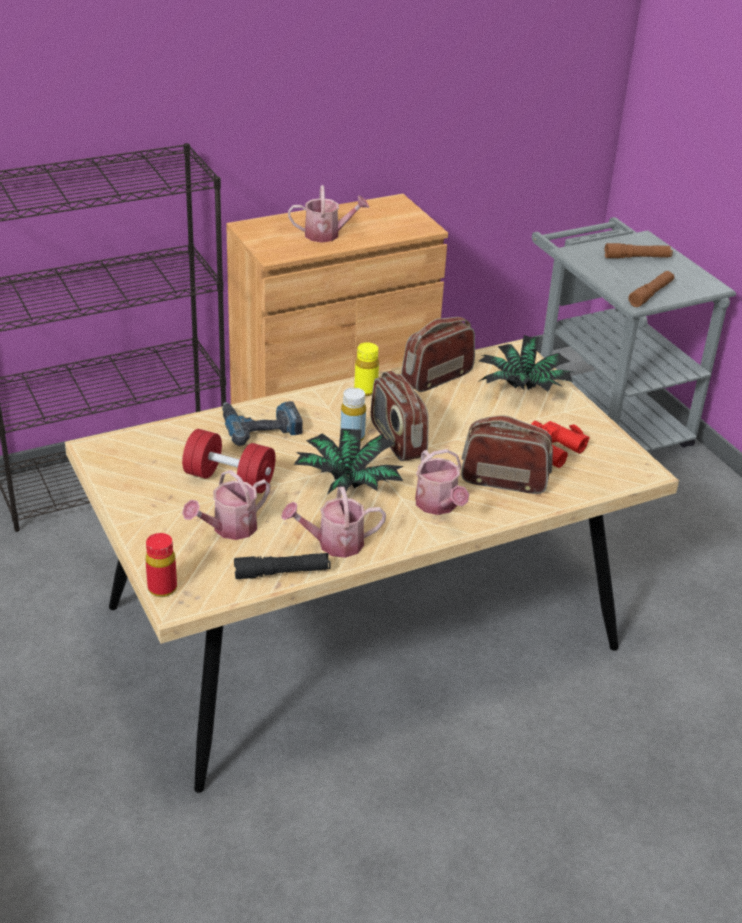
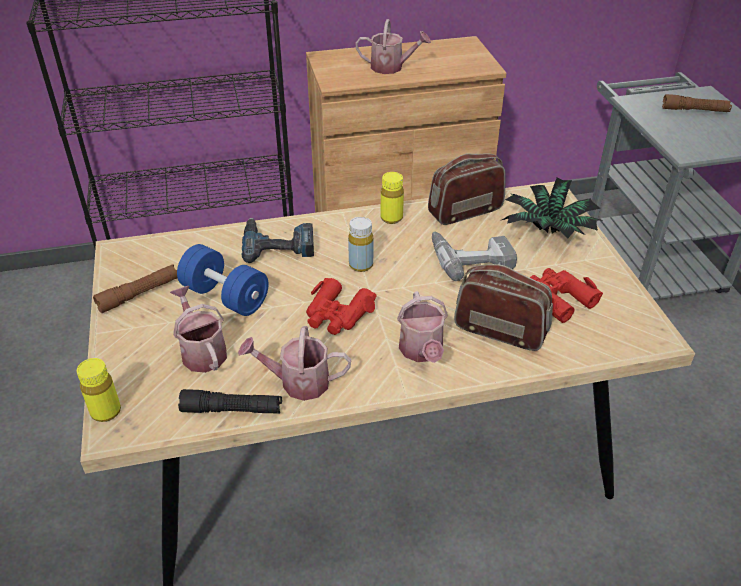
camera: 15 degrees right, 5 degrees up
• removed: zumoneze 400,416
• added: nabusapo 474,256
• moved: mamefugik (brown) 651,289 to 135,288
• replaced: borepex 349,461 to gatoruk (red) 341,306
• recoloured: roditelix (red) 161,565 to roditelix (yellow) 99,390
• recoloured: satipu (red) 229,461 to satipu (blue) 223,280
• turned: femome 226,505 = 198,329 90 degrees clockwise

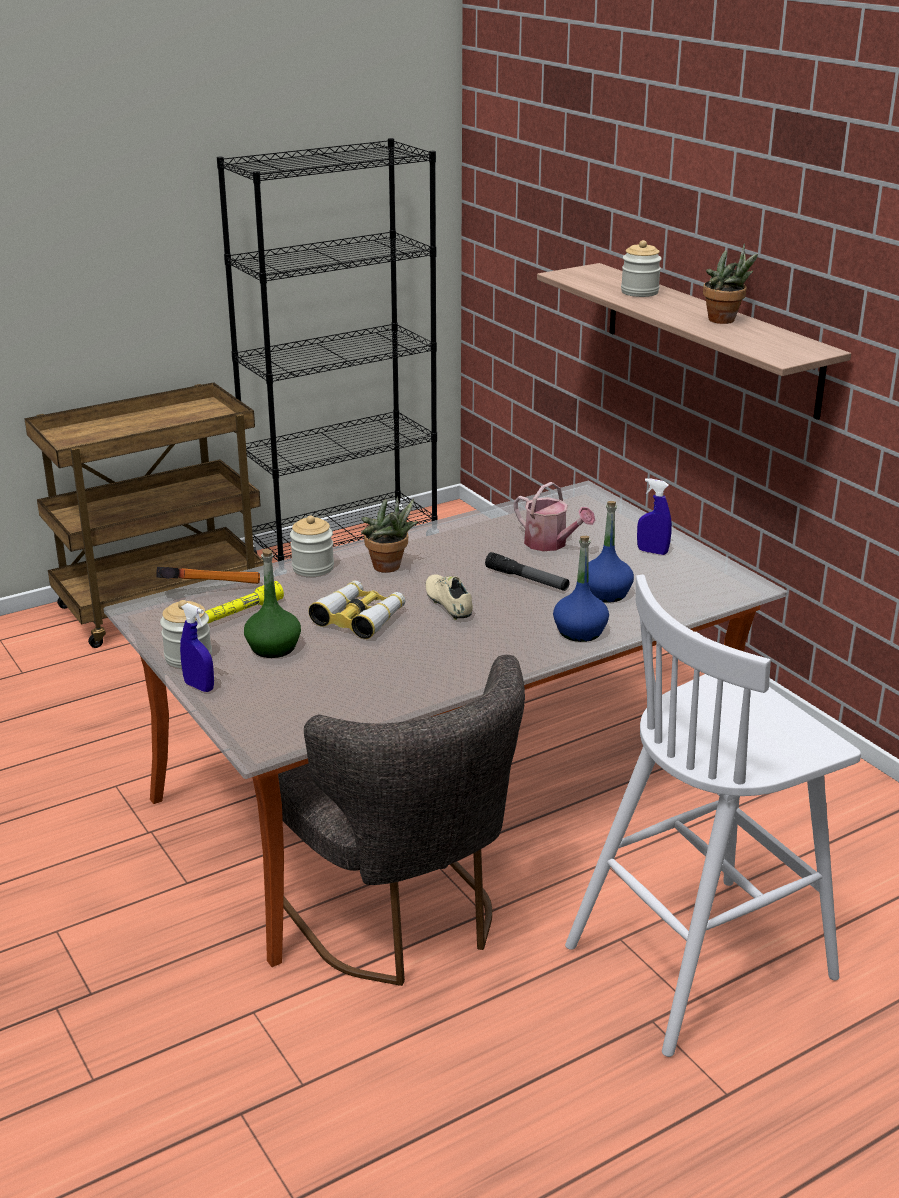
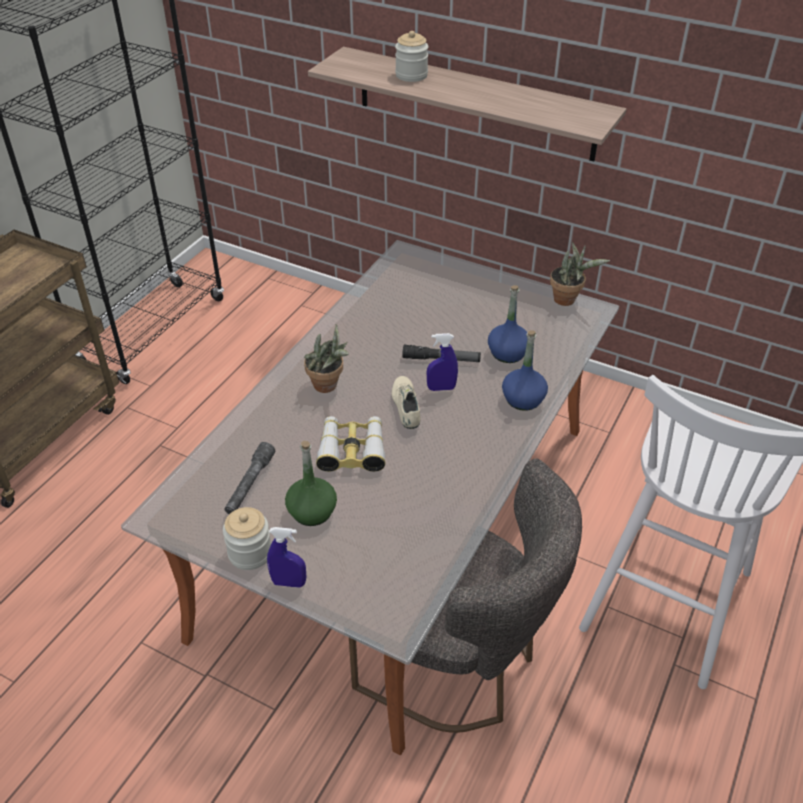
camera: 30 degrees left, 15 degrees up
• removed: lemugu 208,575
• removed: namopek 312,546
• removed: femome 554,516
• moved: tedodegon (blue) 654,516 to 442,362
• moved: borepex 730,283 to 580,274
• recoloured: mamefugik (yellow) 244,602 to mamefugik (grey) 249,478
• turned: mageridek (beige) 449,597 = 406,402 45 degrees clockwise

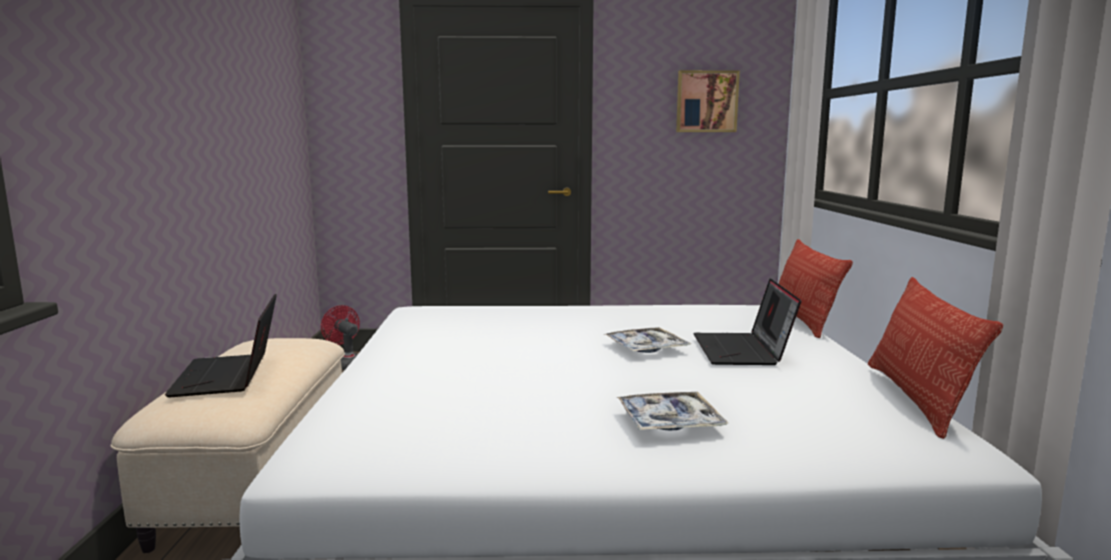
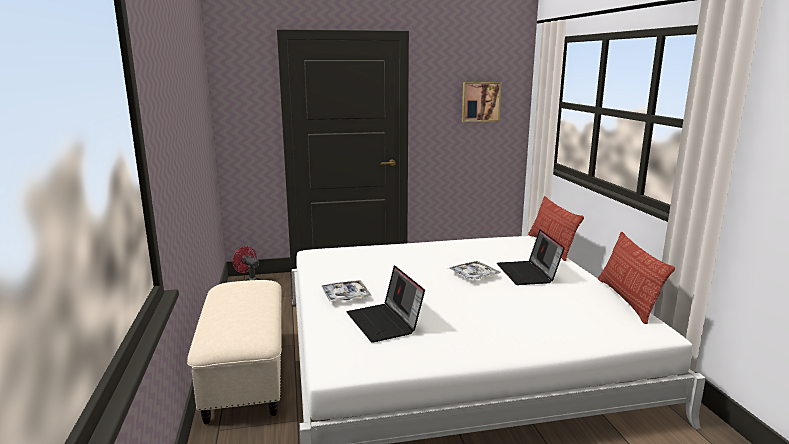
camera: 10 degrees left, 5 degrees up
• moved: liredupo 221,345 to 386,304
• moved: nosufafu 673,411 to 346,291

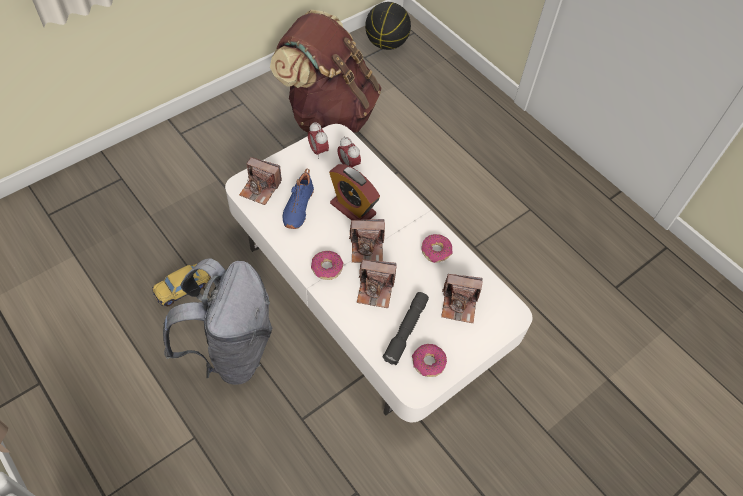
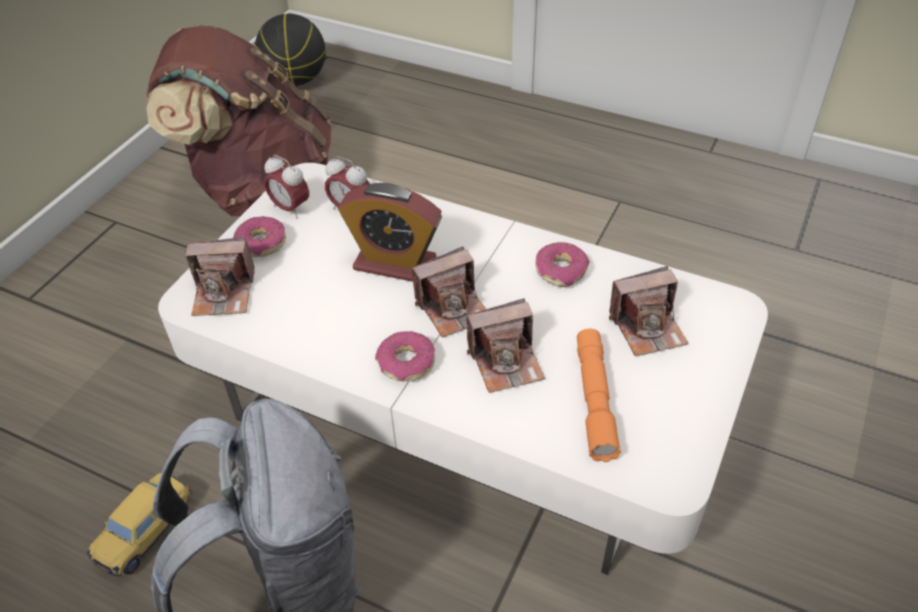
camera: 20 degrees left, 10 degrees down
• removed: mageridek (blue) 298,199
• moved: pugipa 429,360 to 259,236
• recoloured: mamefugik (grey) 406,328 to mamefugik (orange) 599,395

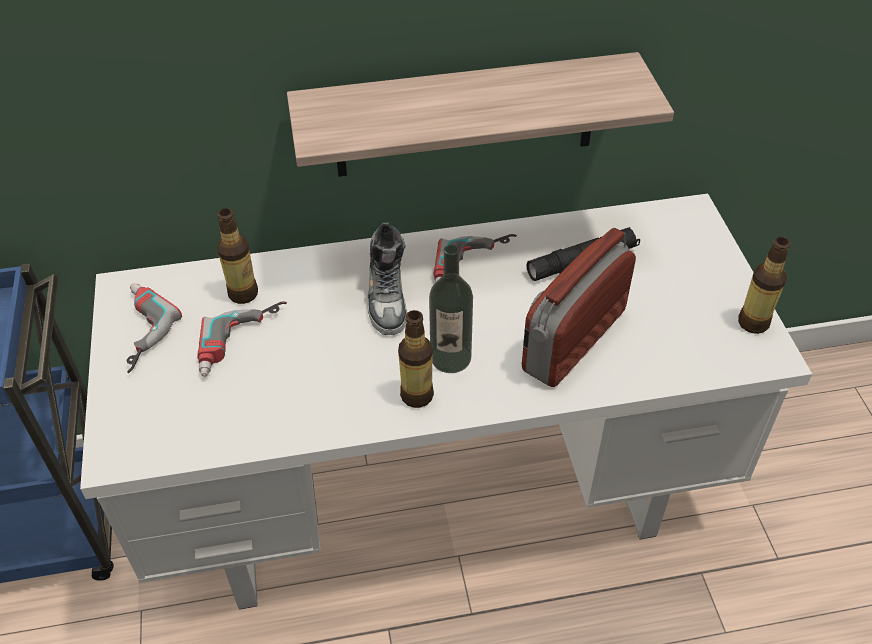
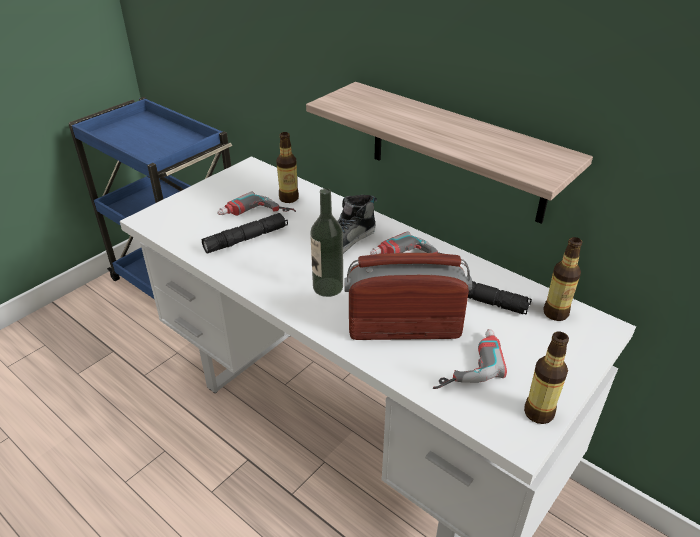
camera: 50 degrees right, 10 degrees down
• added: mamefugik (black) 245,233
• moved: nabusapo 154,328 to 470,359
• moved: roditelix 416,359 to 562,279

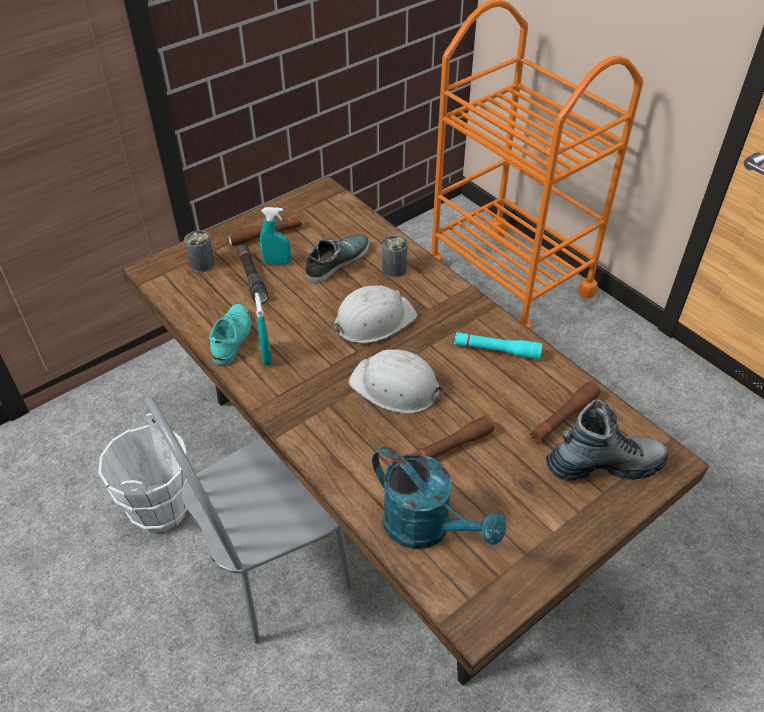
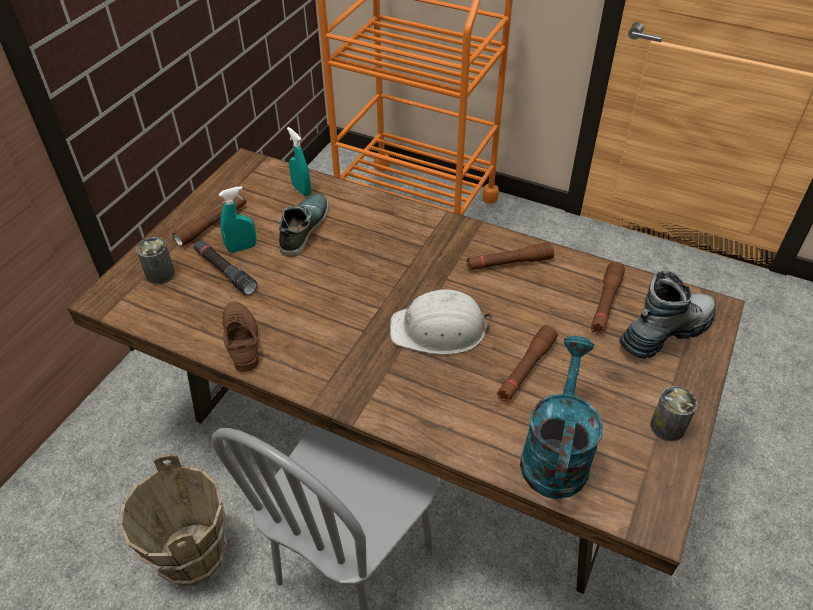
camera: 25 degrees left, 0 degrees up
• removed: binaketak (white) 375,314
• moved: tedodegon (turquoise) 263,329 to 299,161
• moved: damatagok 395,256 to 673,414
• recoloured: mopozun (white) 142,473 to mopozun (brown) 173,520
• recoloured: mageridek (turquoise) 230,334 to mageridek (brown) 240,337
• recoloured: mamefugik (turquoise) 498,345 to mamefugik (brown) 510,256
• turned: femome (turquoise) 439,497 = 561,417 90 degrees counterclockwise

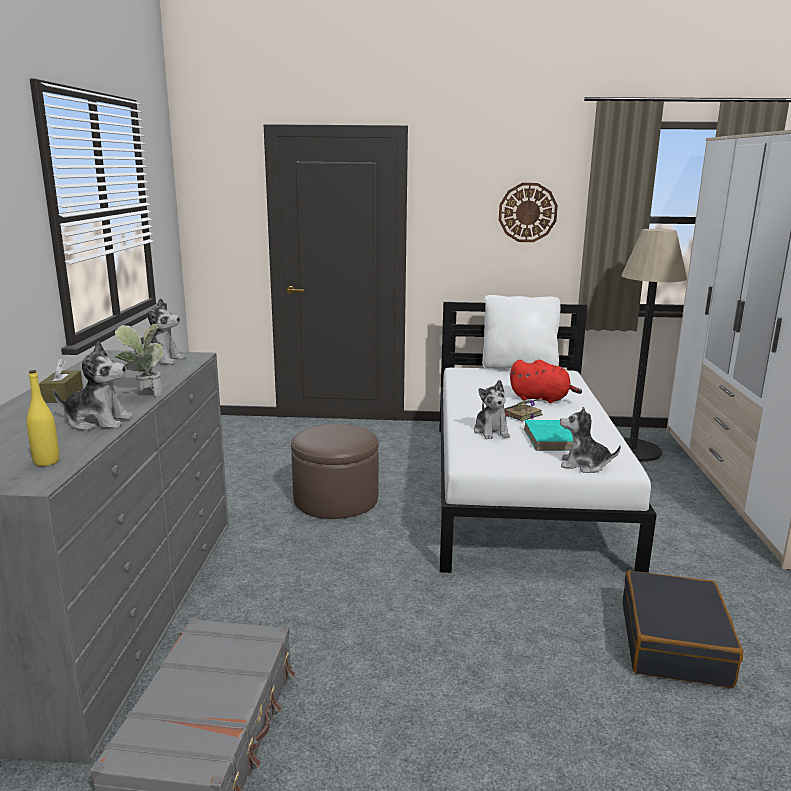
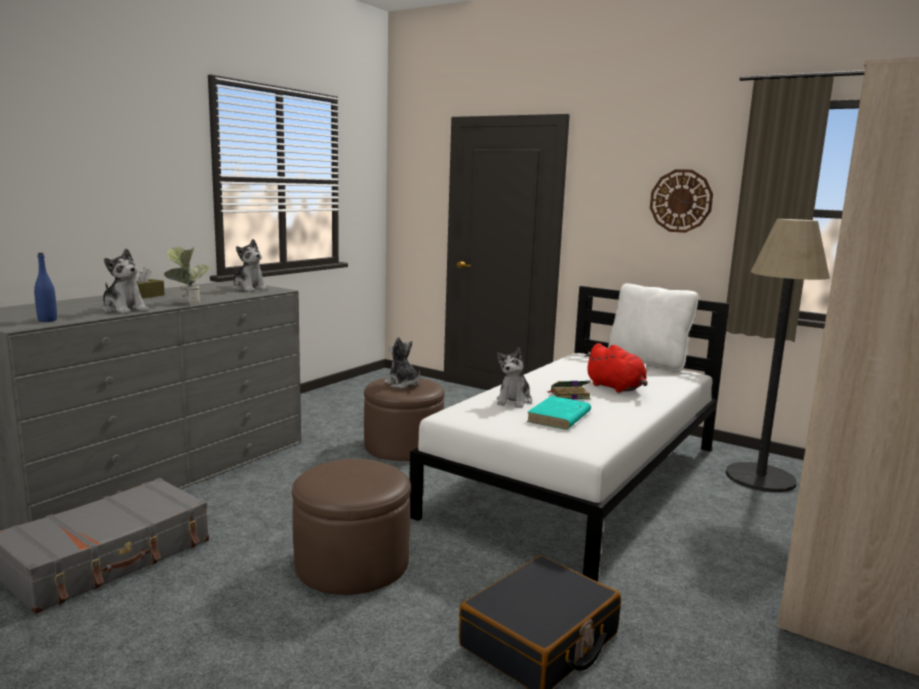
camera: 30 degrees right, 5 degrees down
• added: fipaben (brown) 351,527
• moved: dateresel 590,440 to 402,363
• recoloured: roditelix (yellow) 43,418 to roditelix (blue) 45,287

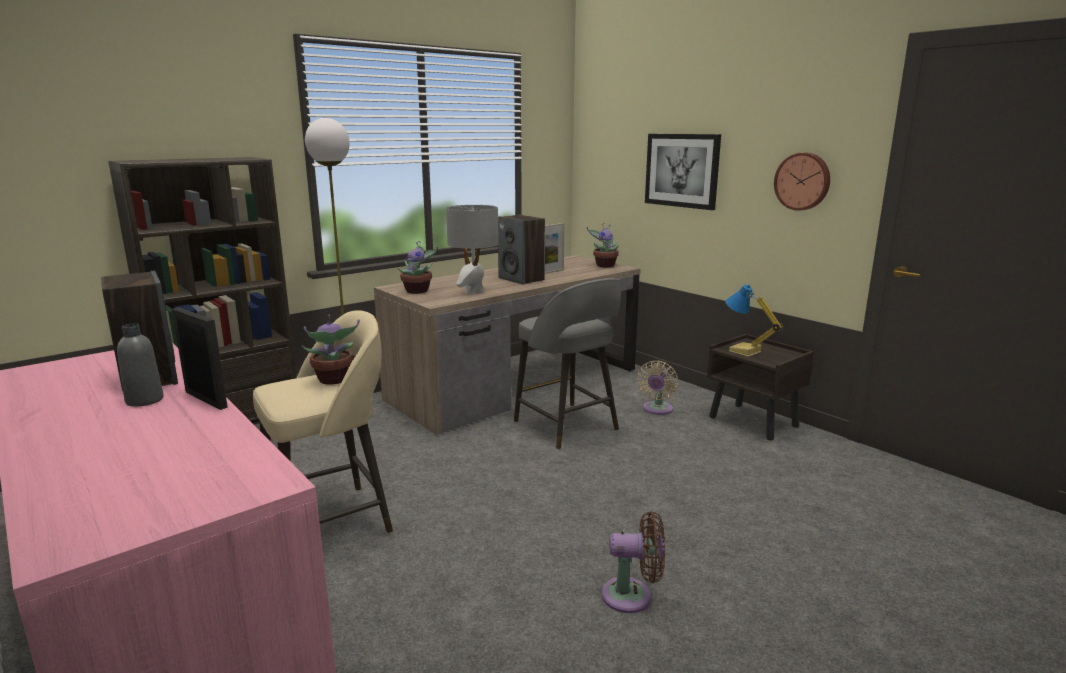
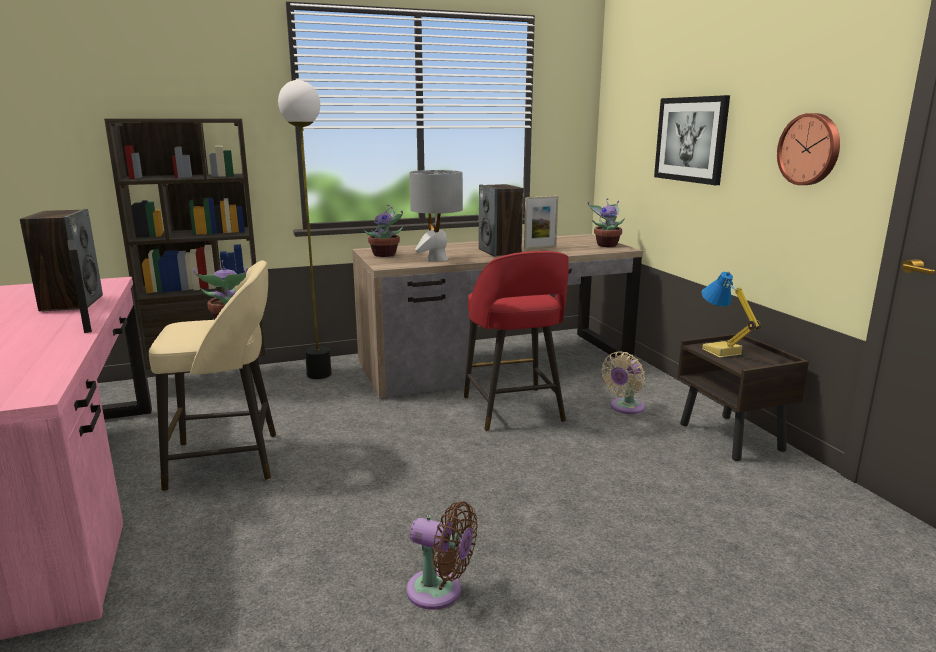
camera: 20 degrees right, 0 degrees up
• removed: roditelix (grey) 140,365
• recoloured: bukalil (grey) 567,363 to bukalil (red) 516,341

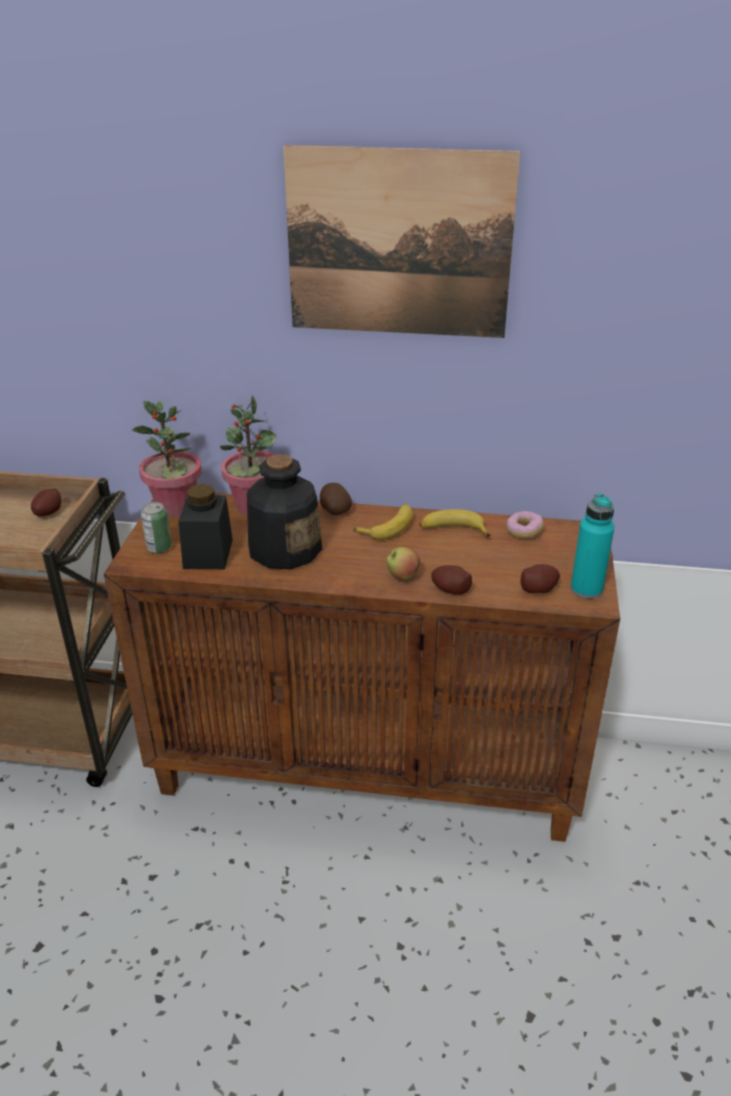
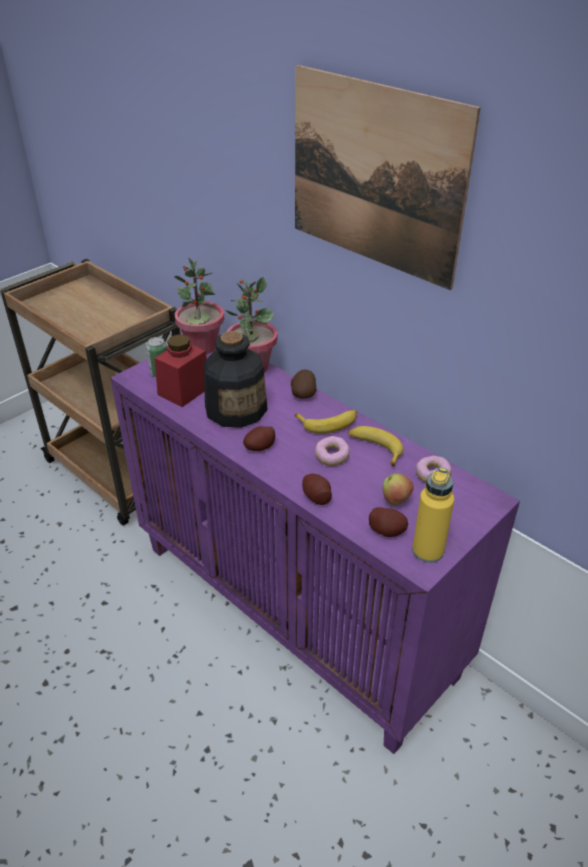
camera: 35 degrees right, 5 degrees up
• added: pugipa 332,451
• moved: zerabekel 46,502 to 259,438
• moved: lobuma 403,564 to 398,489
• recoloured: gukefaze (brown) 362,667 to gukefaze (purple) 315,545
• recoloured: namopek (black) 205,526 to namopek (red) 180,370
• recoloured: roditelix (turquoise) 592,546 to roditelix (yellow) 433,515

